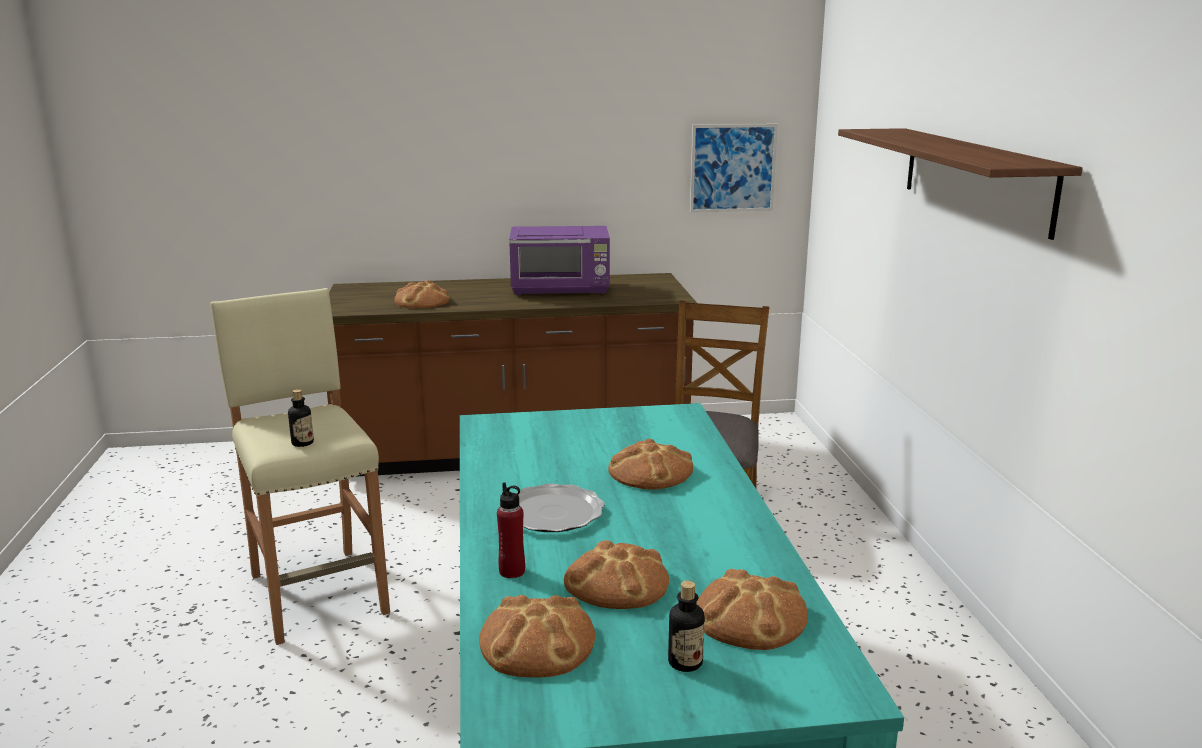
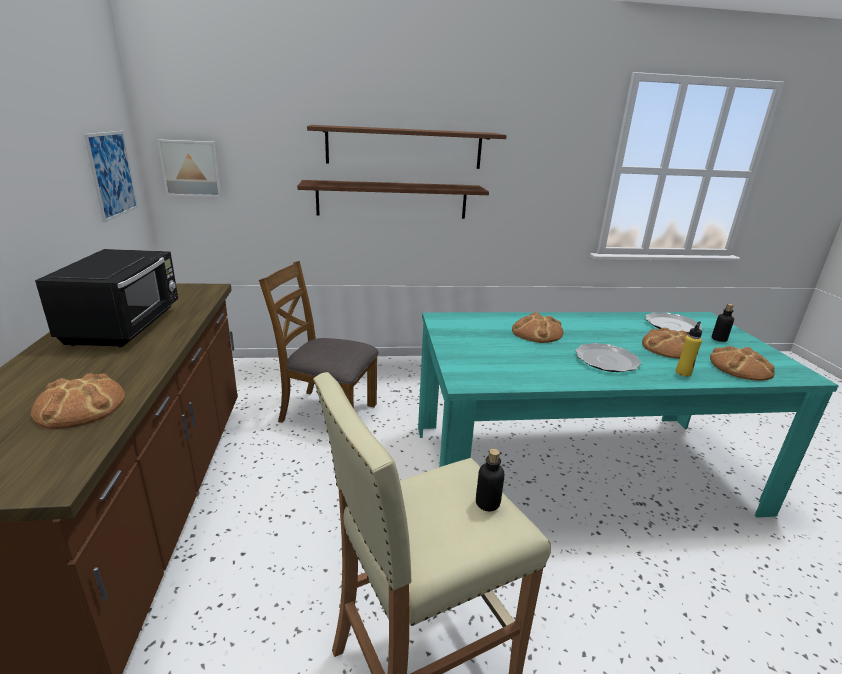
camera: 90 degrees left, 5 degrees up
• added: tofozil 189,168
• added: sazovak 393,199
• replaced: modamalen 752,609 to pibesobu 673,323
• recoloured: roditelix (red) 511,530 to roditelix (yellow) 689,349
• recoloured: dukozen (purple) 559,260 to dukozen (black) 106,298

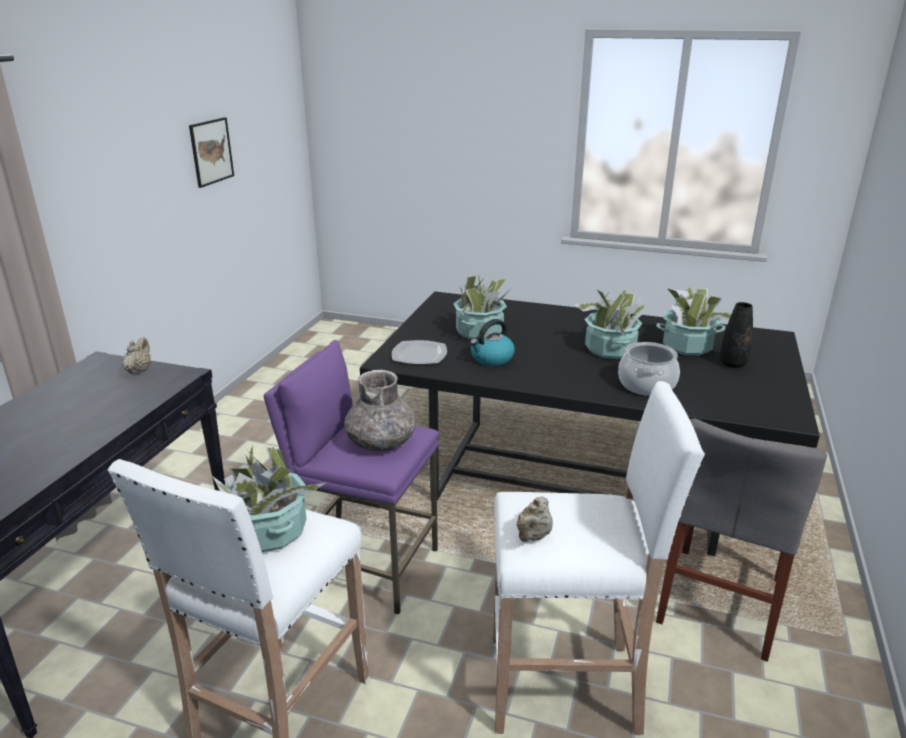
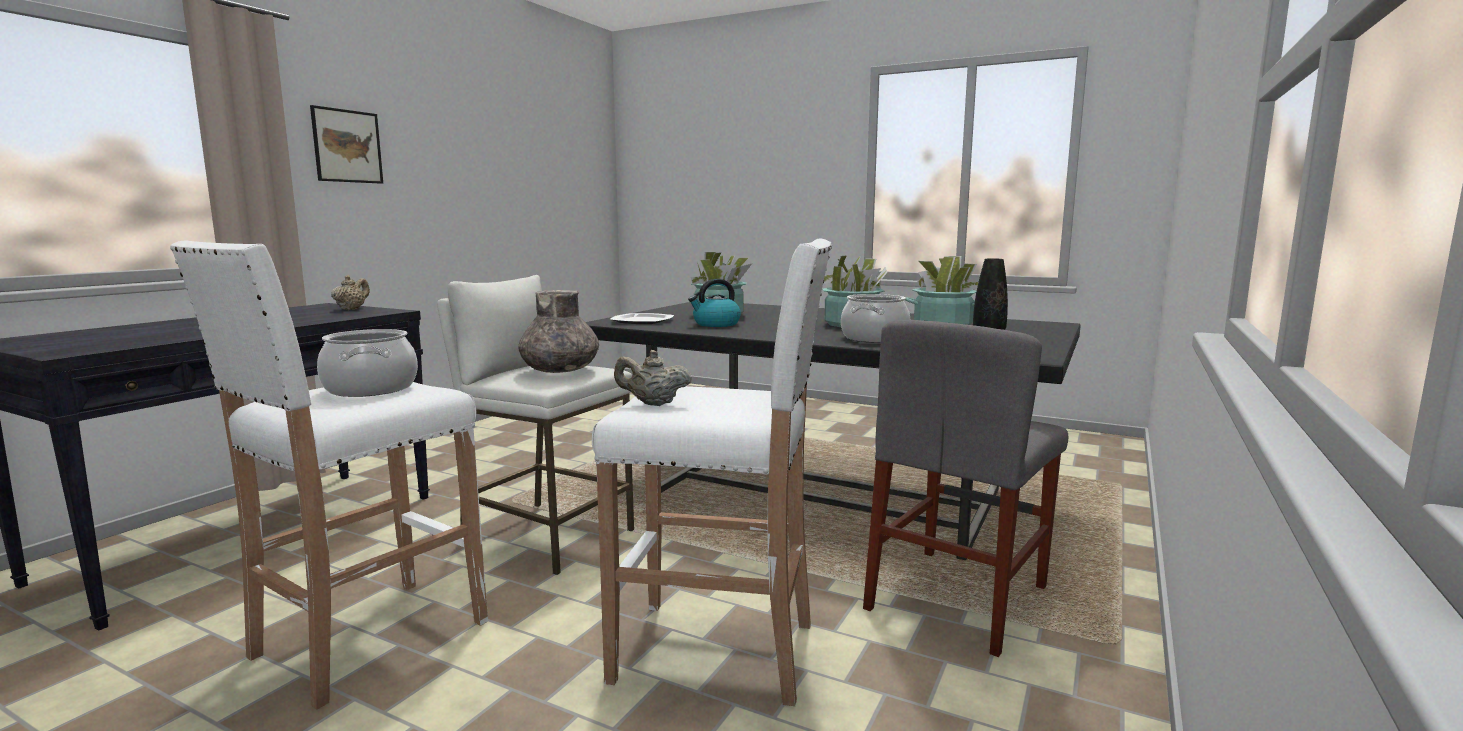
camera: 10 degrees right, 15 degrees down
• moved: tofozil 211,152 to 346,144
• replaced: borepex 269,498 to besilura 367,363
• recoloured: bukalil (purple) 351,477 to bukalil (white) 535,425
• turned: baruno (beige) 534,519 = 653,378 60 degrees clockwise

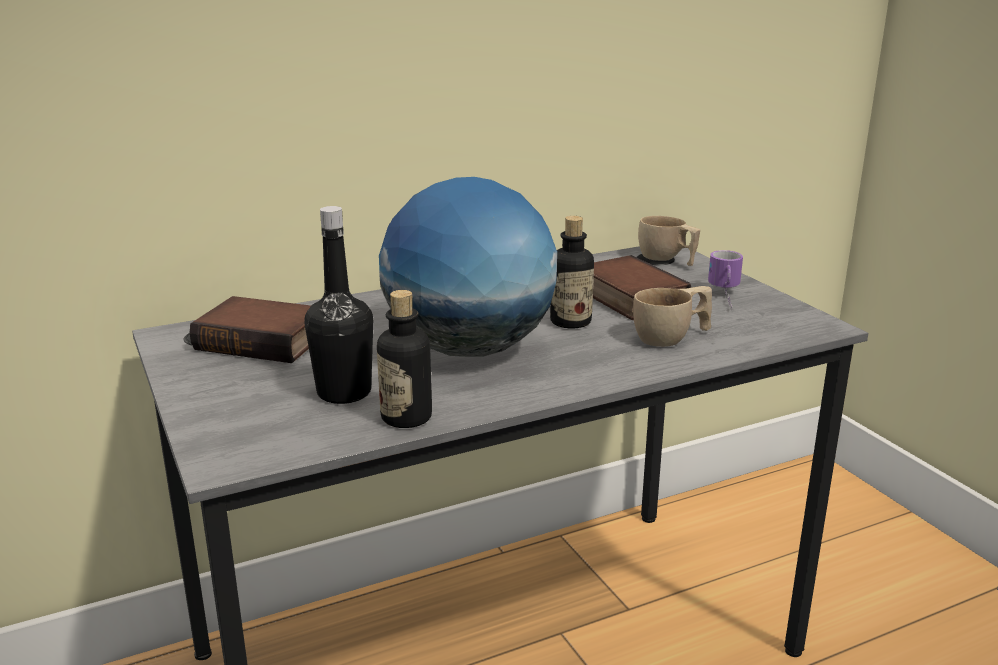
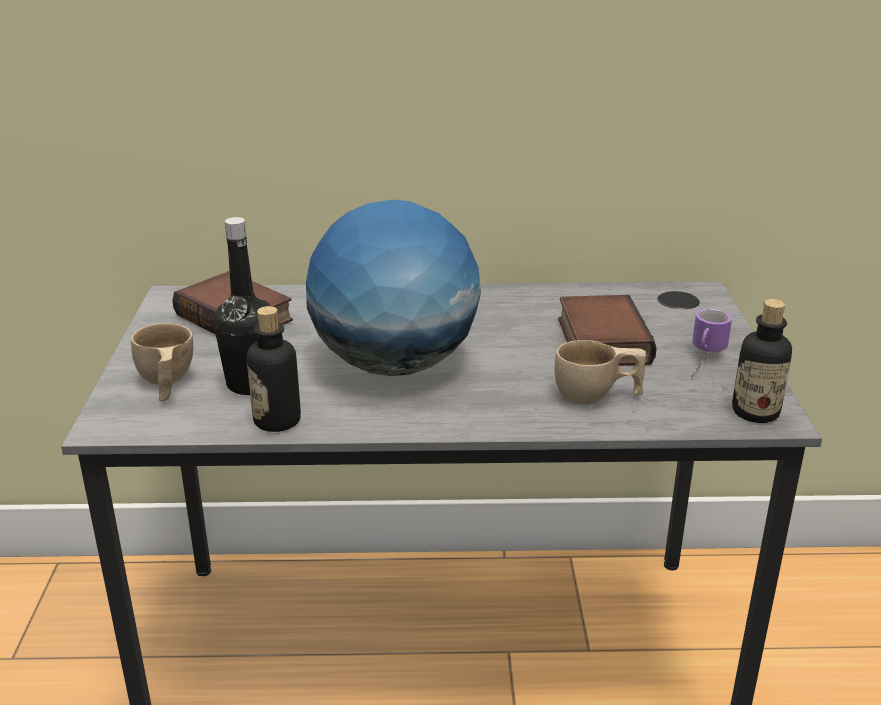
camera: 25 degrees right, 5 degrees up
• moved: roditelix 572,272 to 762,361
• moved: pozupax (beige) 669,241 to 162,362

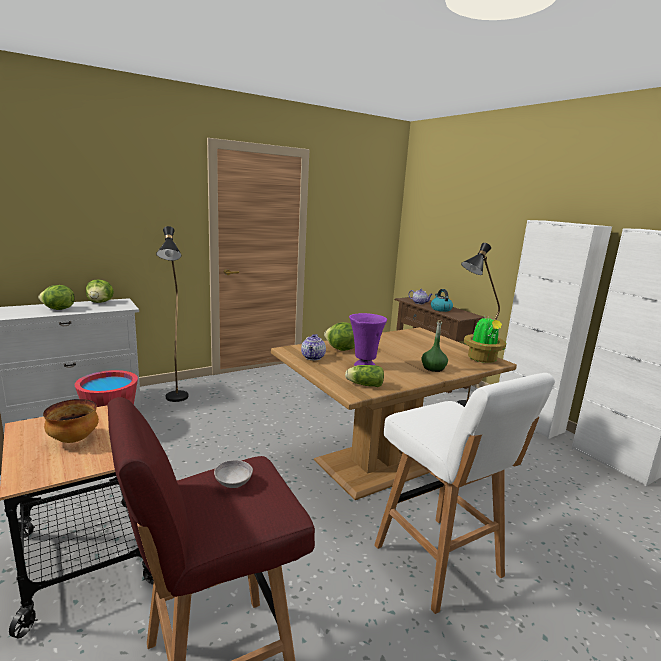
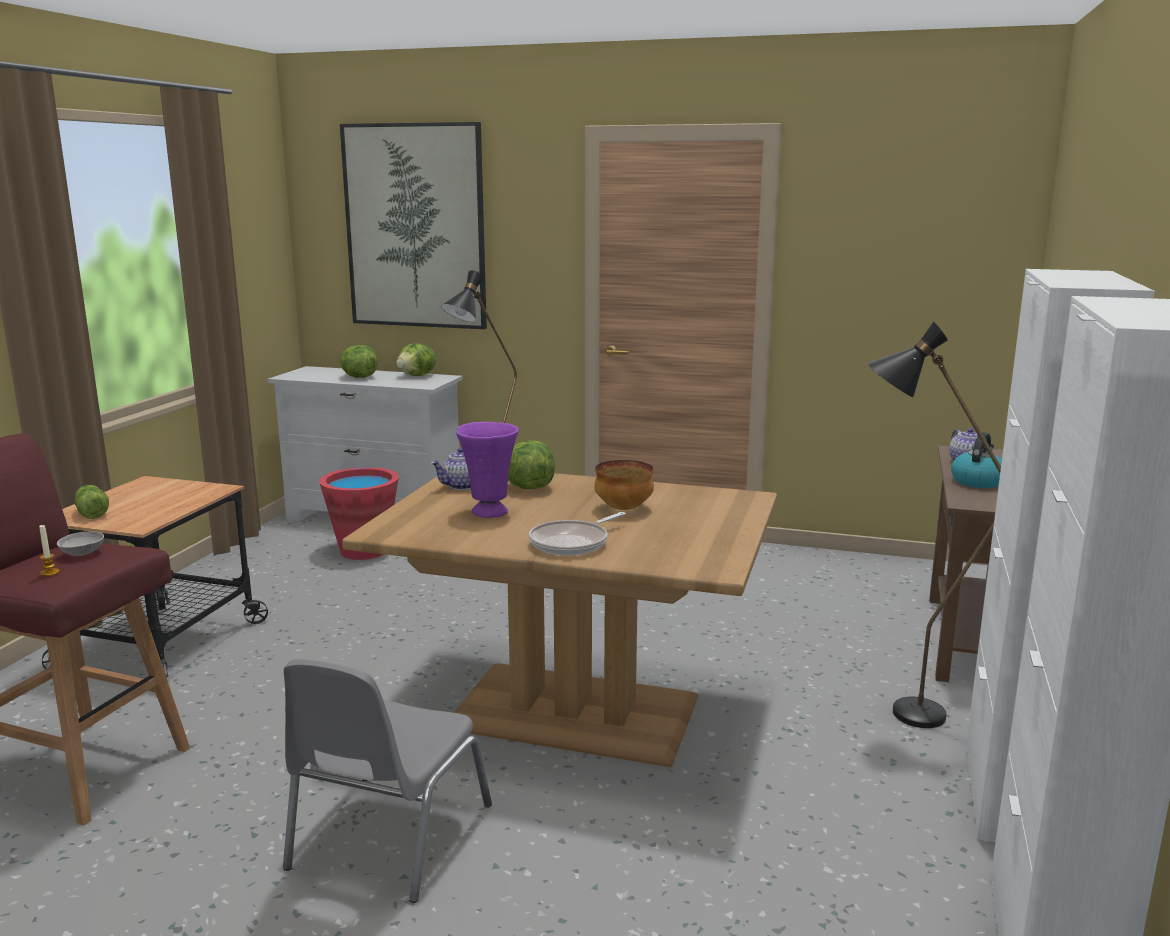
camera: 50 degrees right, 0 degrees up
• removed: borepex 485,339
• added: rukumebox 49,550
• added: tofozil 413,225
• moved: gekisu 71,421 to 624,485
• moved: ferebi 364,376 to 92,502
• replaced: bukalil (white) 464,493 to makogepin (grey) 387,781
• replaced: roditelix (green) 434,346 to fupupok 577,534

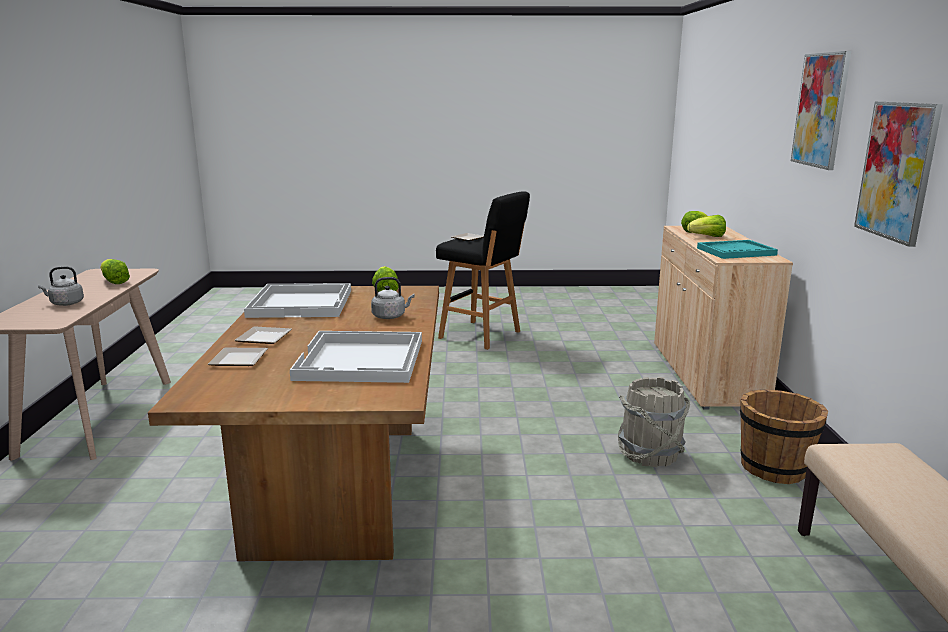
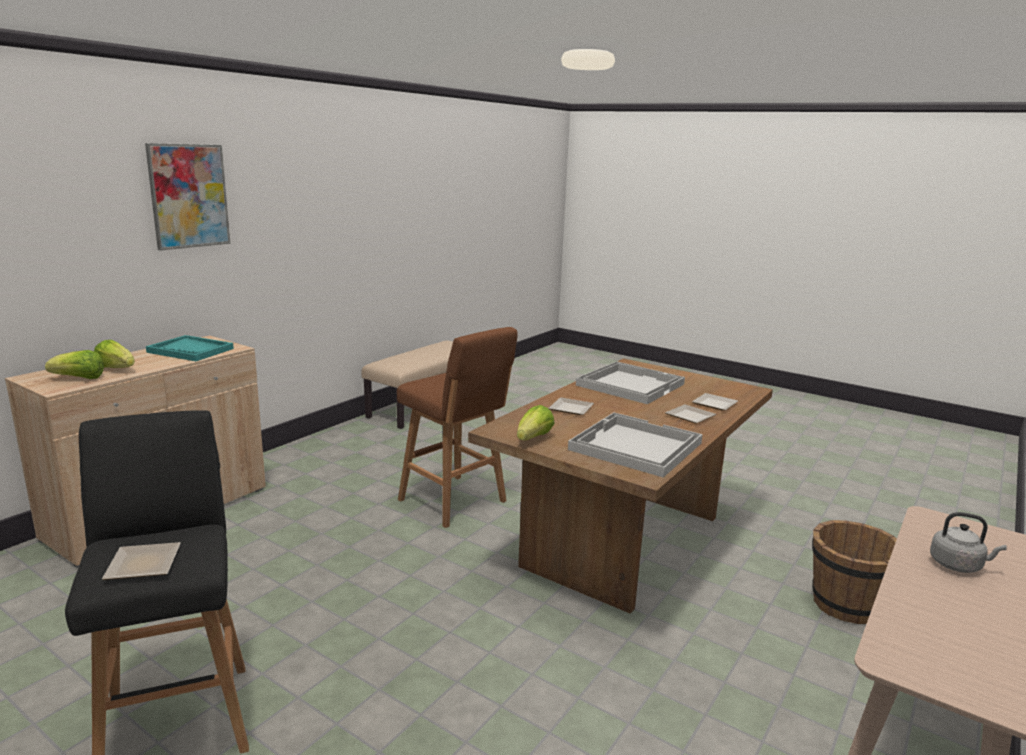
camera: 145 degrees left, 0 degrees up
• removed: ferebi 115,271
• removed: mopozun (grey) 654,422
• removed: tofozil 898,174
• added: bukalil (brown) 457,427
• moved: mopozun (brown) 784,436 to 854,572
• replaced: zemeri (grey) 393,298 to pibesobu 571,406

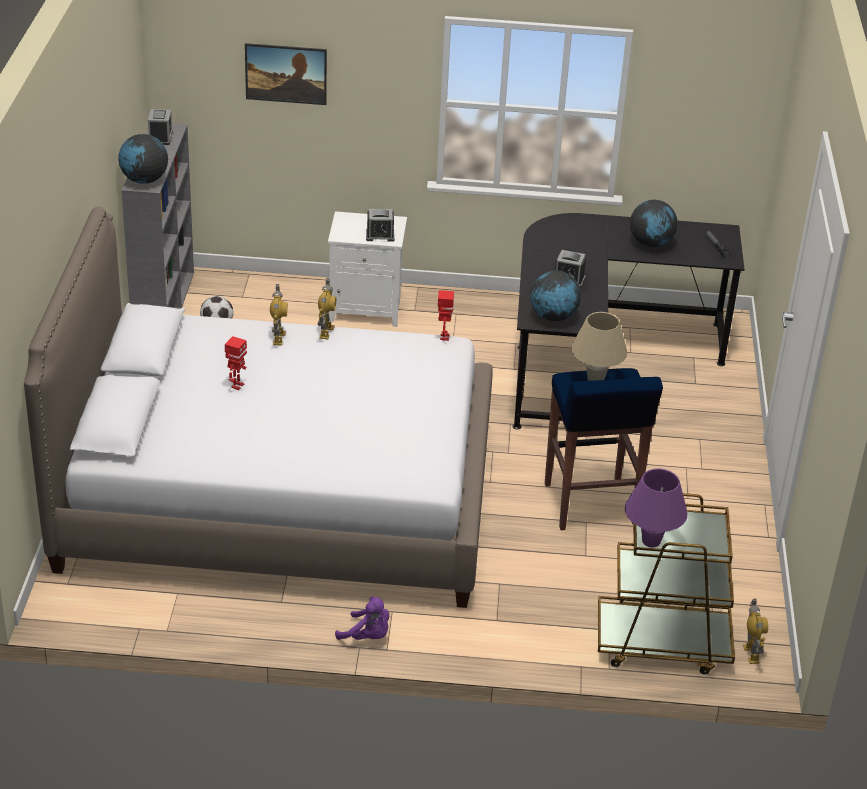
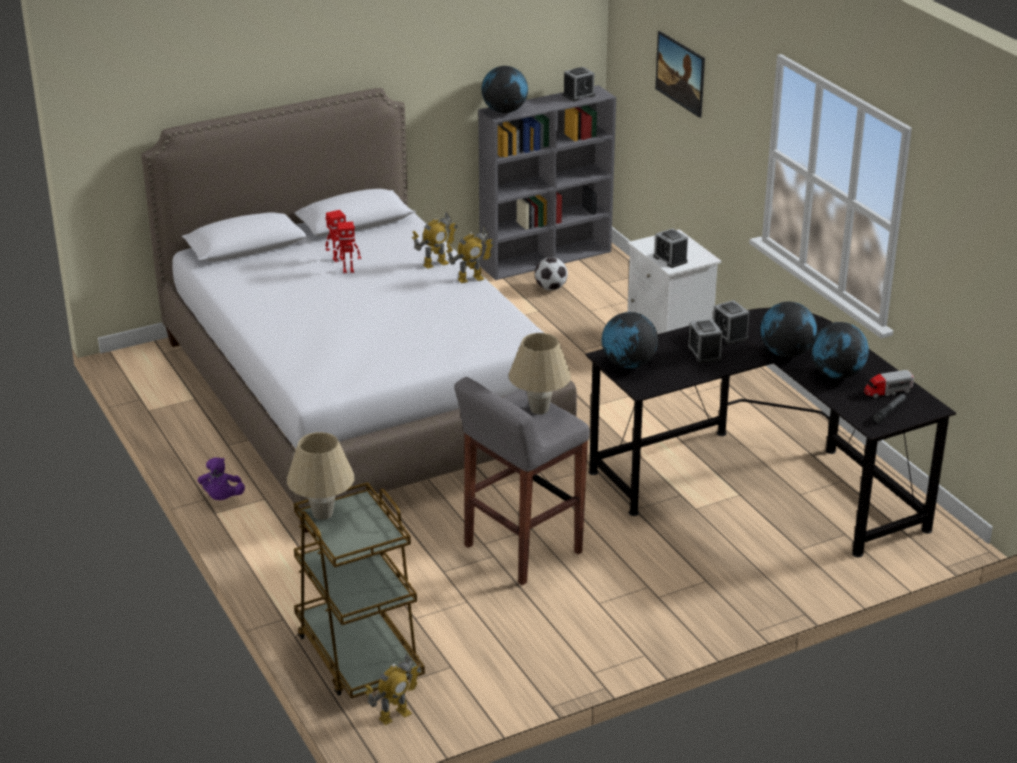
camera: 60 degrees right, 5 degrees down
• added: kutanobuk 731,322
• added: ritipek 788,329
• added: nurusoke 889,384
• moved: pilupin 446,315 to 335,236
• recoloured: bukalil (blue) 604,449 to bukalil (grey) 522,481
• recoloured: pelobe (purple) 656,508 to pelobe (beige) 320,476

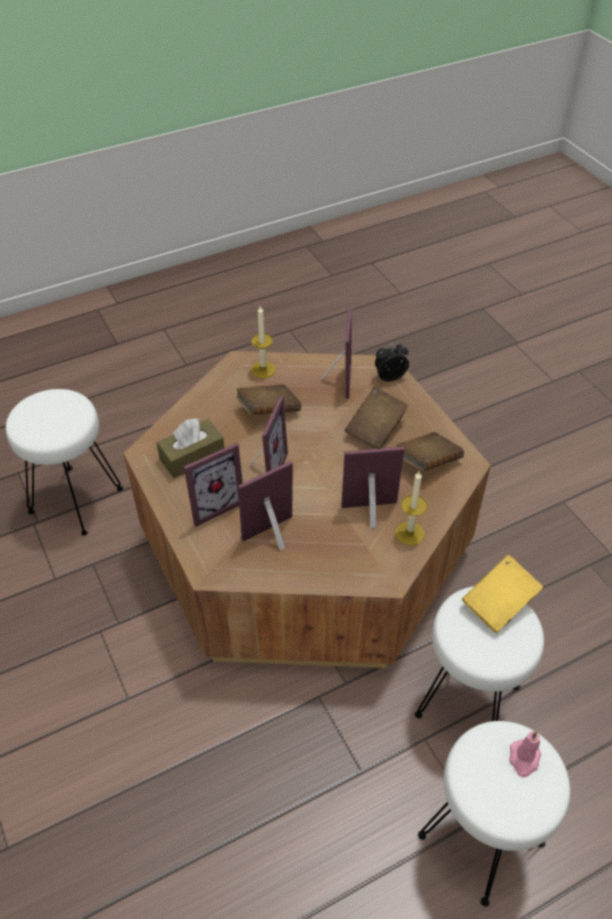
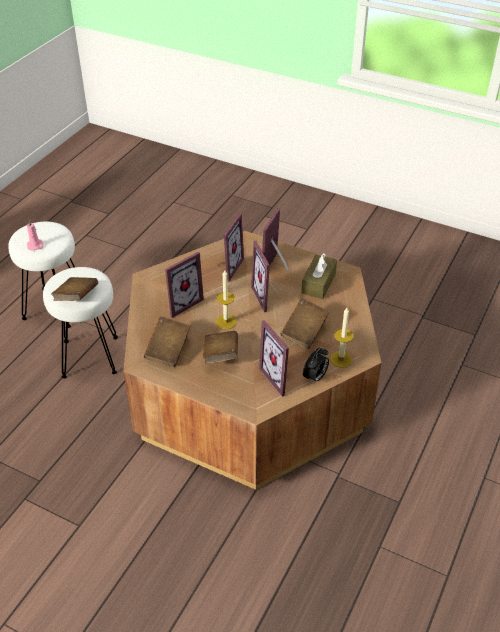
camera: 145 degrees right, 5 degrees down
• removed: bukalil (white) 64,462
• moved: kutanobuk 392,362 to 316,365
• moved: rukumebox 411,509 to 226,299
• recoloured: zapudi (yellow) 502,594 to zapudi (brown) 74,289

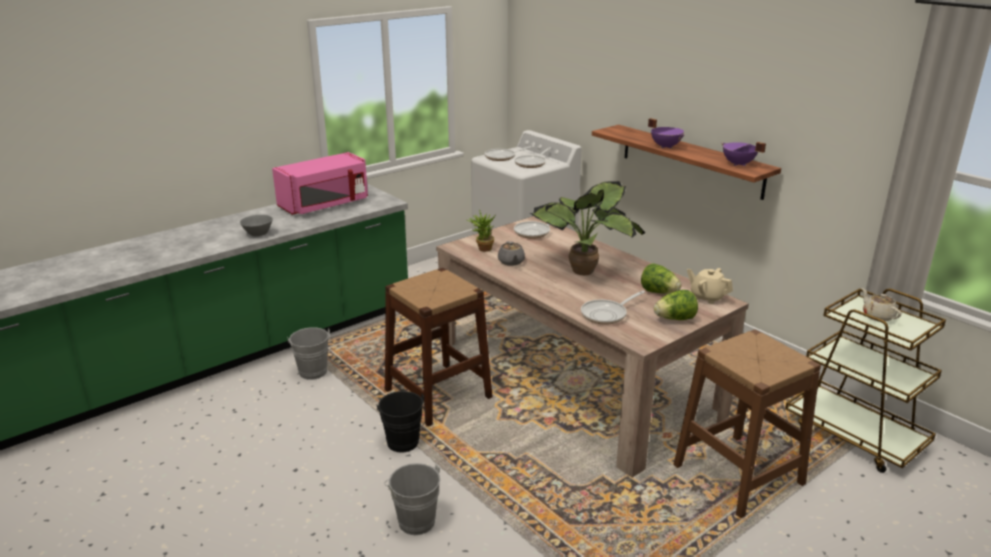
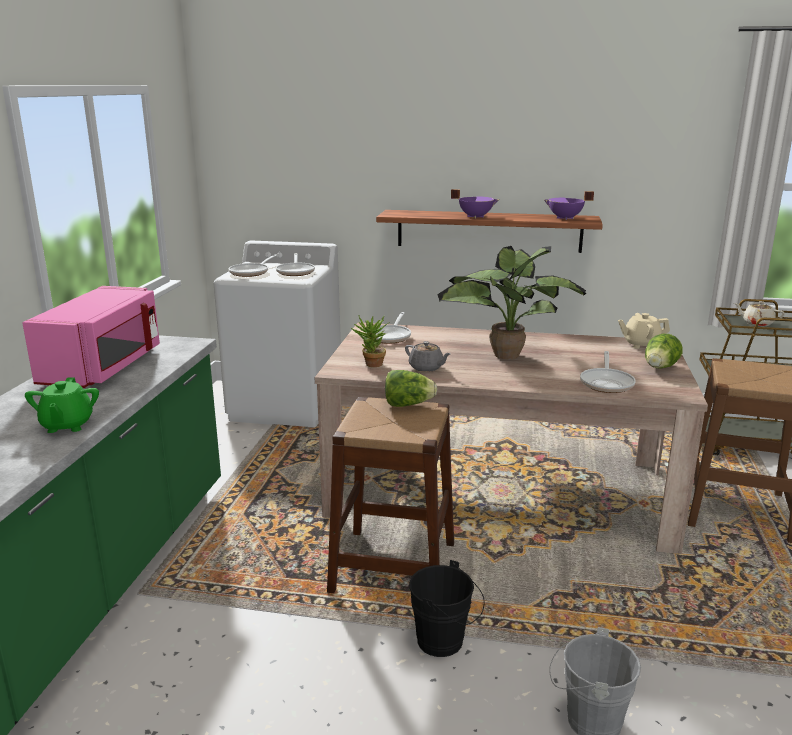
camera: 40 degrees left, 5 degrees down
• removed: mopozun (grey) 309,353
• moved: ferebi 661,278 to 411,388
• replaced: gekisu (grey) 256,225 to baruno (green) 62,405

